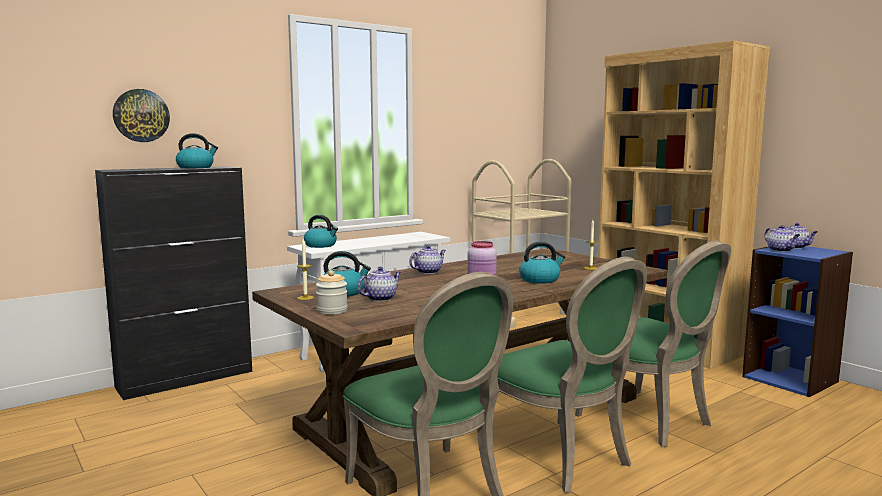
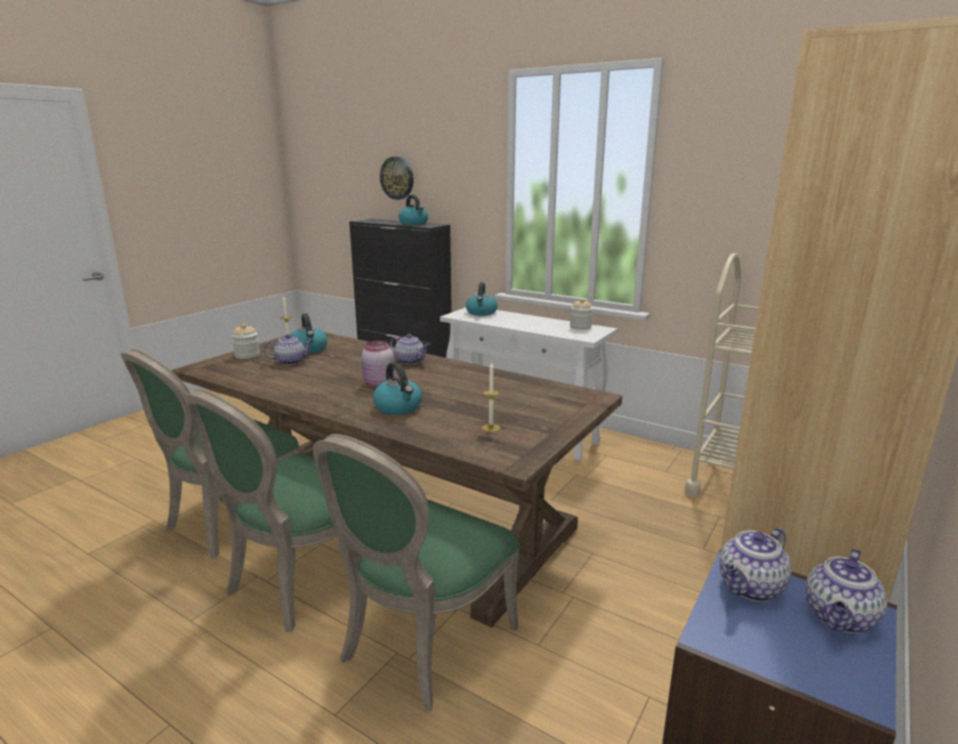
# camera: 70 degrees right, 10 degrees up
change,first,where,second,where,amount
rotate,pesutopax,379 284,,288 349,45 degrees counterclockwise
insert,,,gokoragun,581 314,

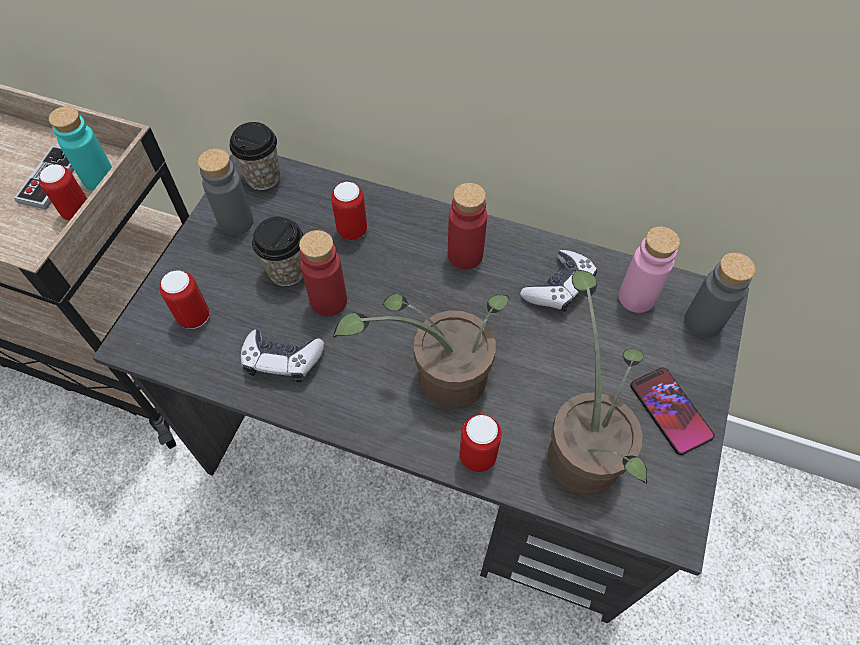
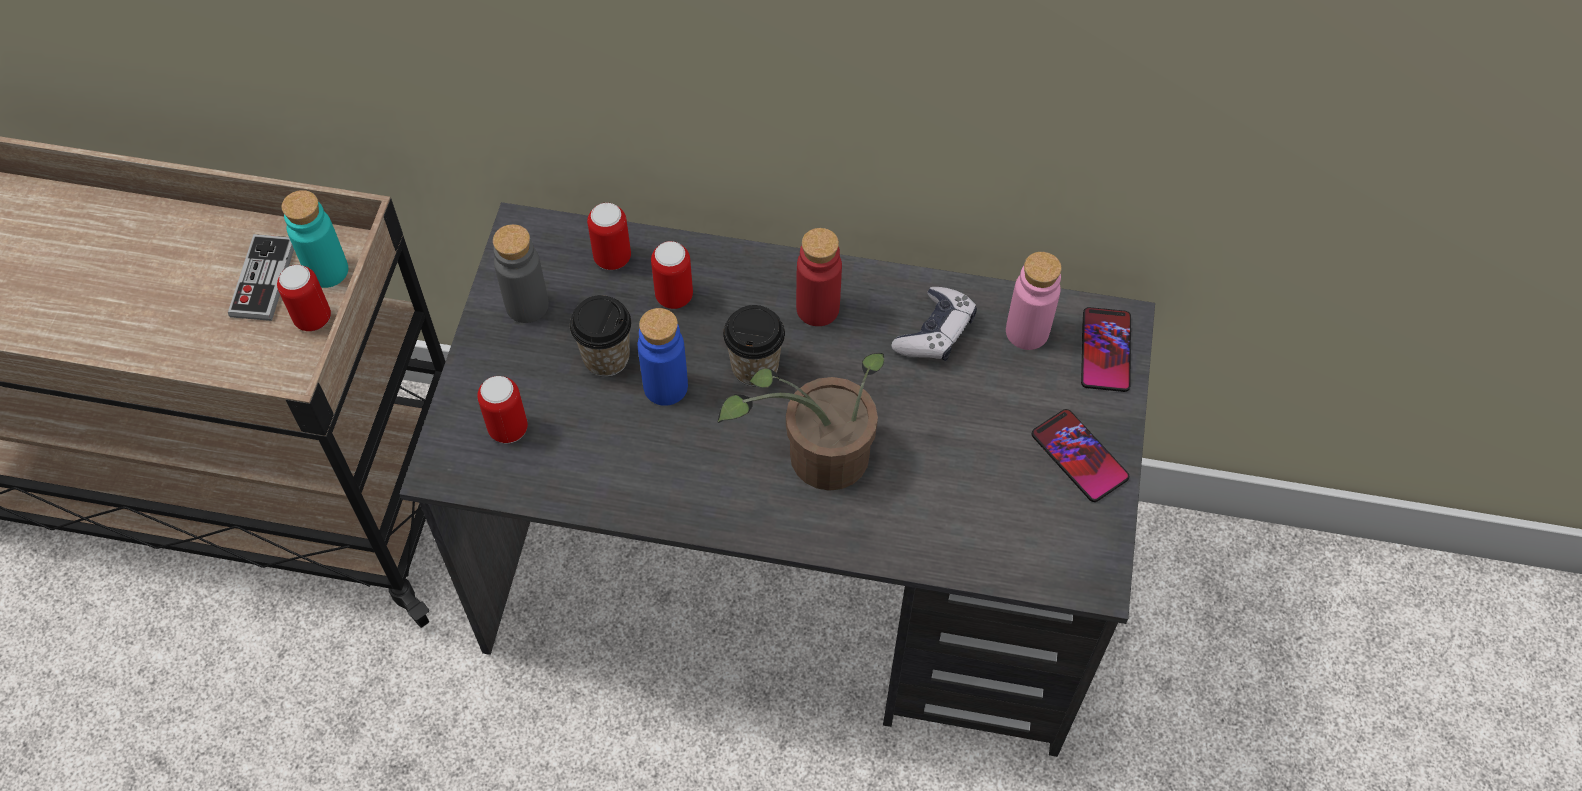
# camera: 10 degrees left, 0 degrees up
change,first,where,second,where,amount
move,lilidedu,254 156,,754 345,
delete,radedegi,282 356,,,
recolor,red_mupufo,323 273,blue_mupufo,662 357,
move,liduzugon,480 443,,609 236,
delete,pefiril,597 382,,,
replace,grey_mupufo,720 295,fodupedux,1106 349,

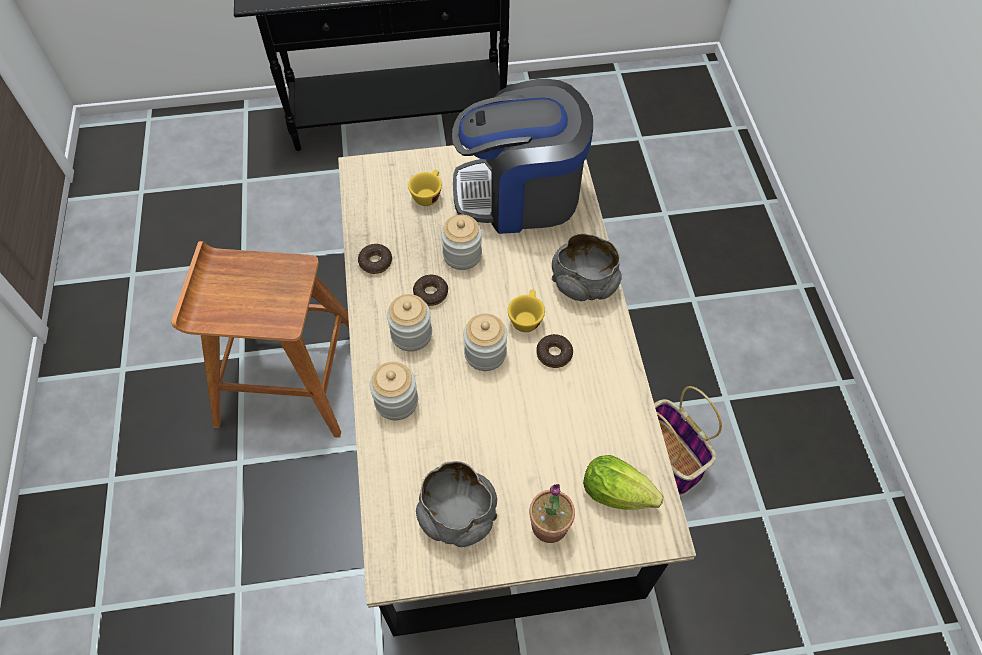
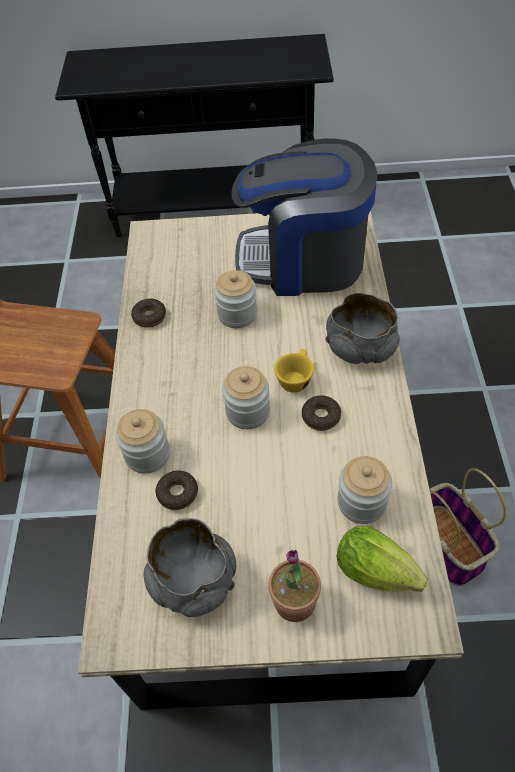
# camera: 10 degrees right, 5 degrees down
change,first,where,second,where,amount
move,gokoragun,409 322,,364 490,
delete,yellow_lilidedu,425 188,,,
move,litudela,430 290,,177 490,

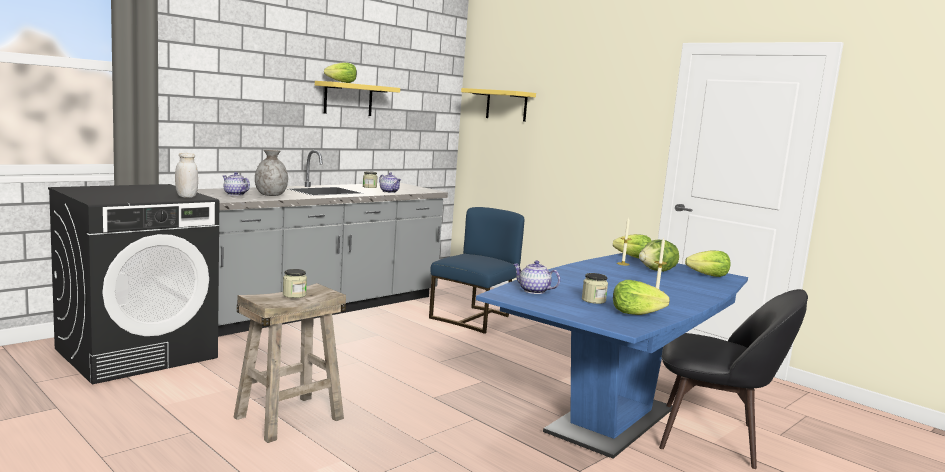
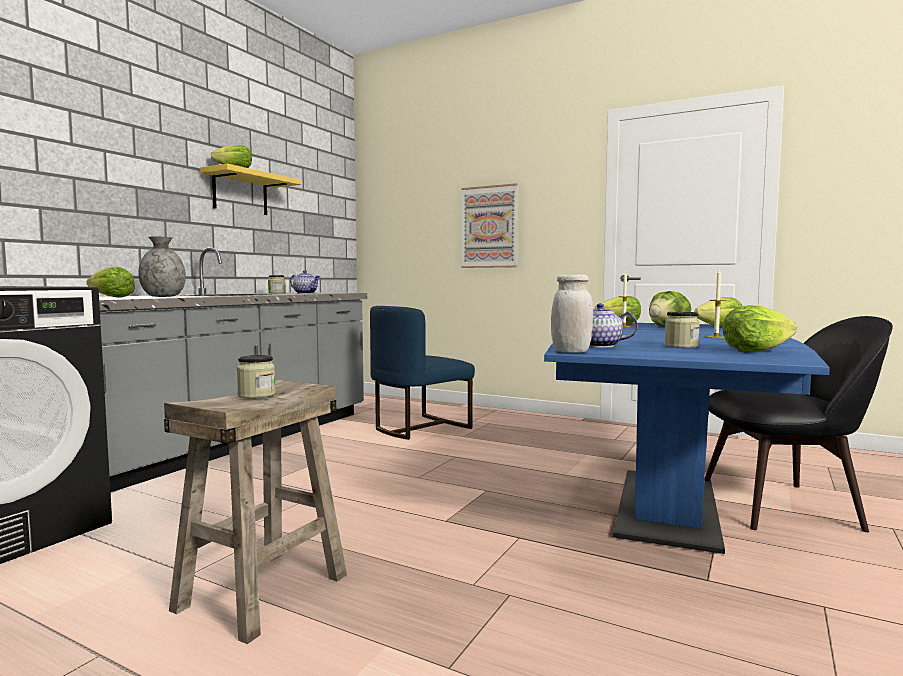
# camera: 15 degrees left, 5 degrees down
change,first,where,second,where,amount
move,white_gokoragun,186 175,,572 313,
replace,pesutopax,236 184,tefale,111 282,
rotate,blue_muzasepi,477 270,,422 373,150 degrees counterclockwise
delete,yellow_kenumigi,498 105,,,
insert,,,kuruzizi,489 225,

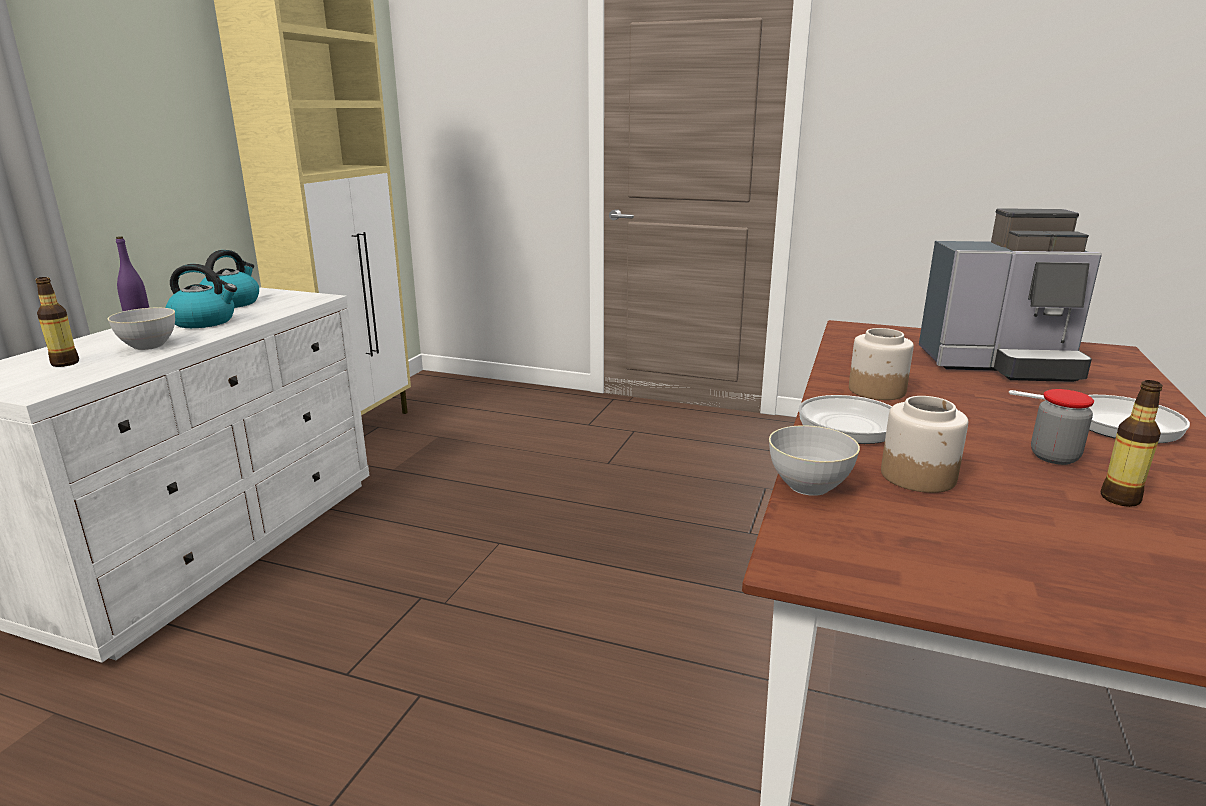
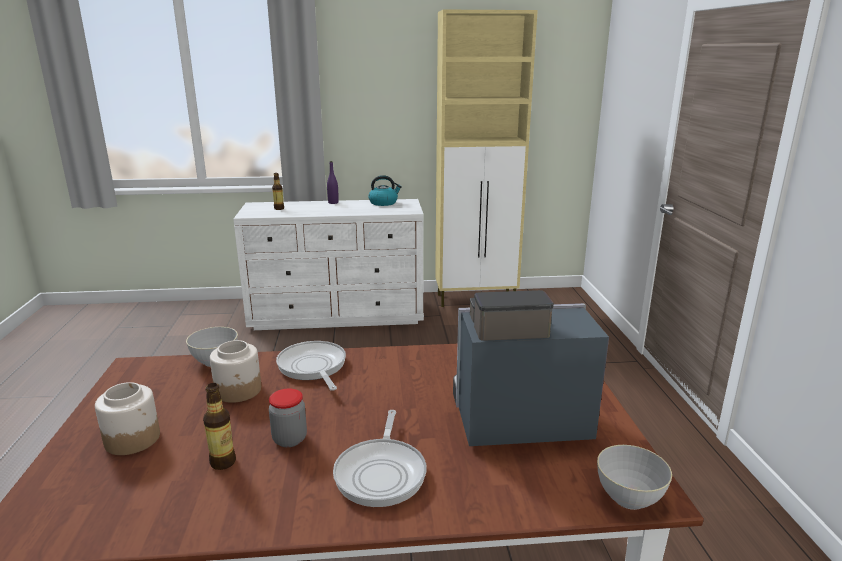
# camera: 65 degrees right, 0 degrees up
change,first,where,second,where,amount
move,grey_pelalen,141 329,,634 477,
delete,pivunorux,201 296,,,
move,gokoragun,881 364,,127 418,
rotate,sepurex,1010 295,,531 368,105 degrees clockwise

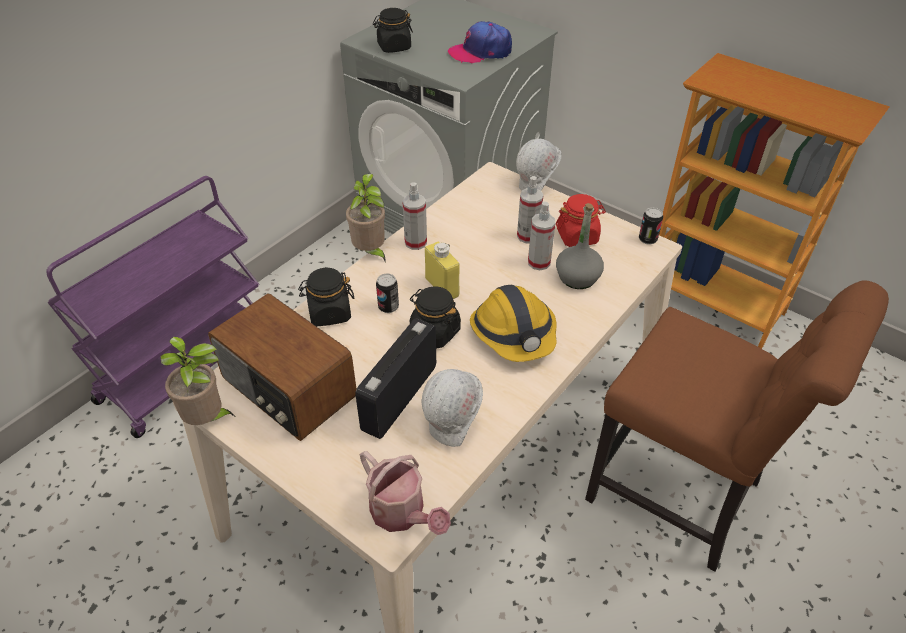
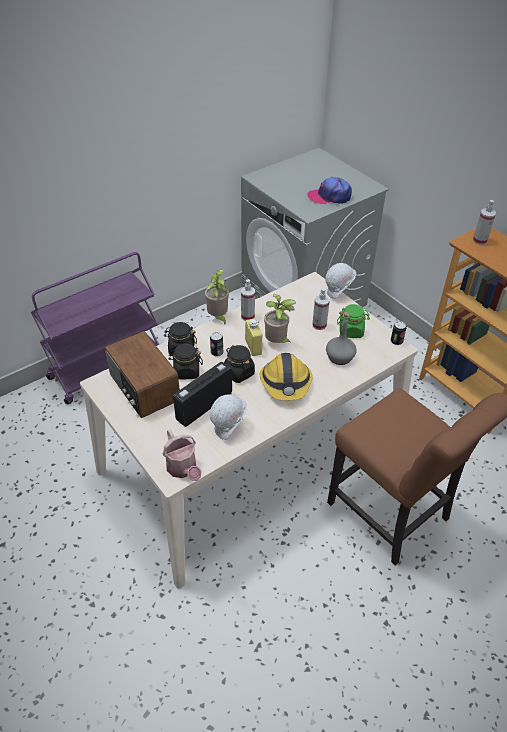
# camera: 15 degrees right, 0 degrees up
change,first,where,second,where,amount
move,pefiril,197 380,,280 318,
move,black_gokoragun,393 30,,186 361,
move,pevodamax,542 235,,484 222,
recolor,red_gokoragun,581 220,green_gokoragun,353 321,

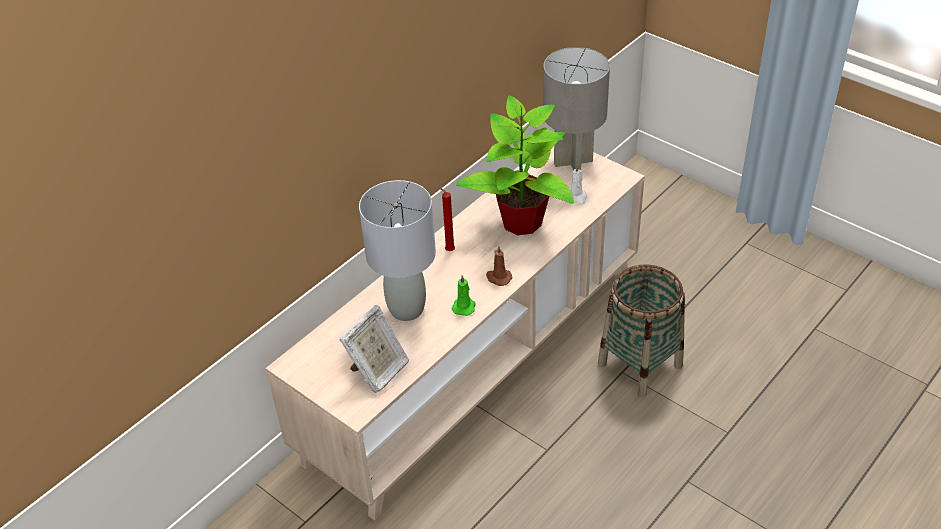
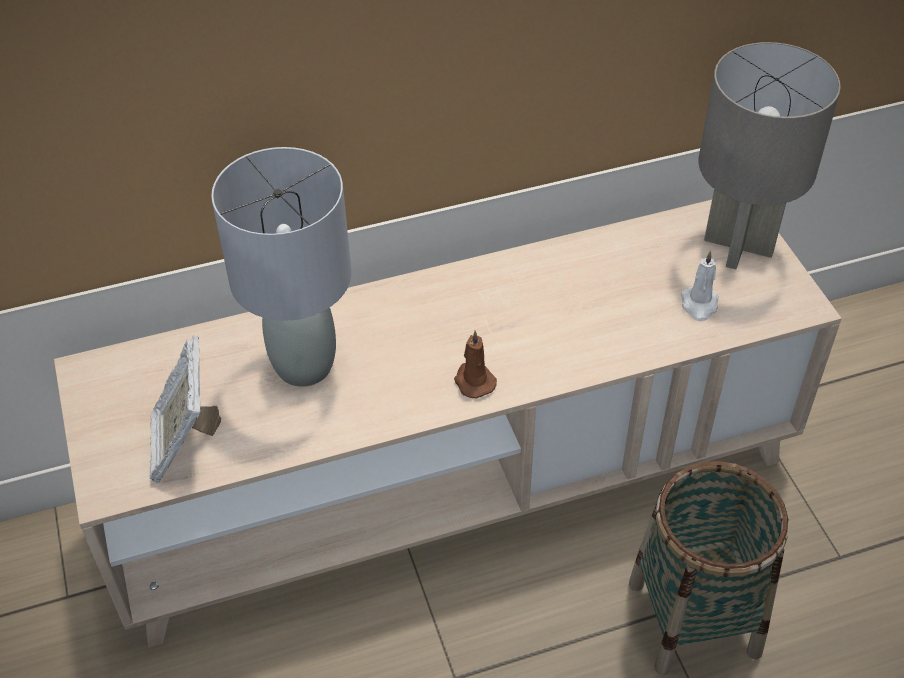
# camera: 30 degrees right, 5 degrees up
change,first,where,second,where,amount
rotate,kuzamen,374 349,,185 409,105 degrees clockwise
delete,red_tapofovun,446 218,,,
delete,green_tapofovun,464 295,,,
delete,pefiril,515 165,,,

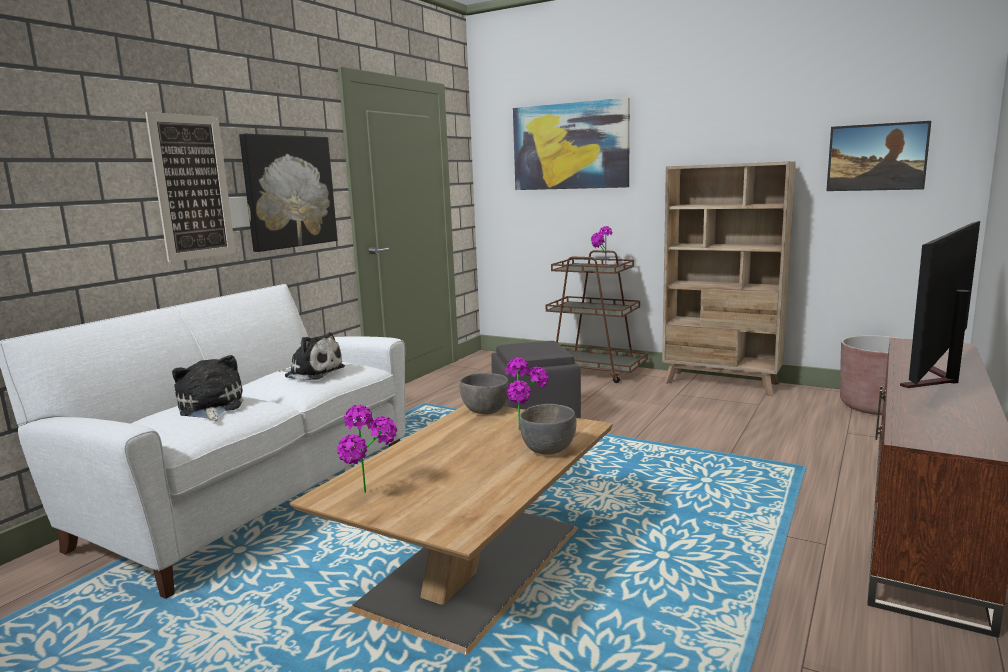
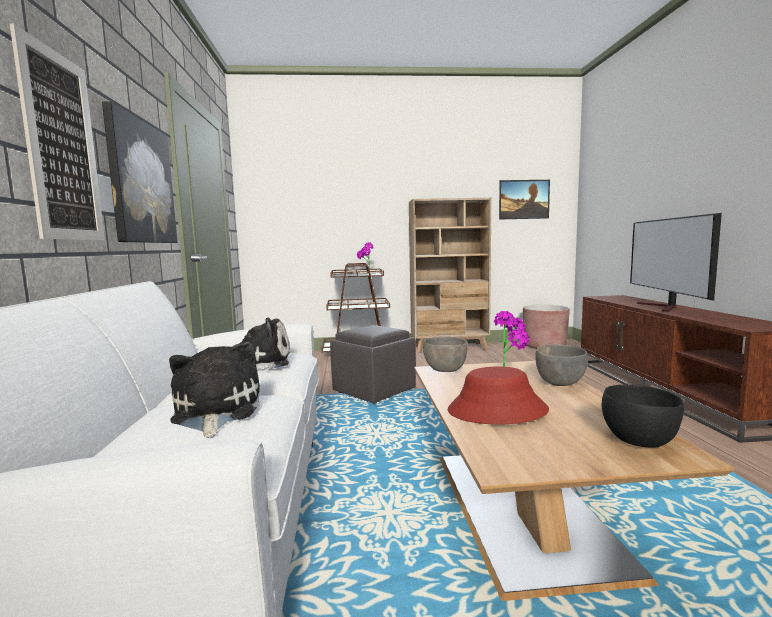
# camera: 35 degrees left, 5 degrees down
change,first,where,second,where,amount
rotate,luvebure,207 388,,214 390,45 degrees clockwise
delete,pefiril,367 449,,,
delete,kuruzizi,571 144,,,
insert,,,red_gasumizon,498 395,
insert,,,black_pelalen,643 416,

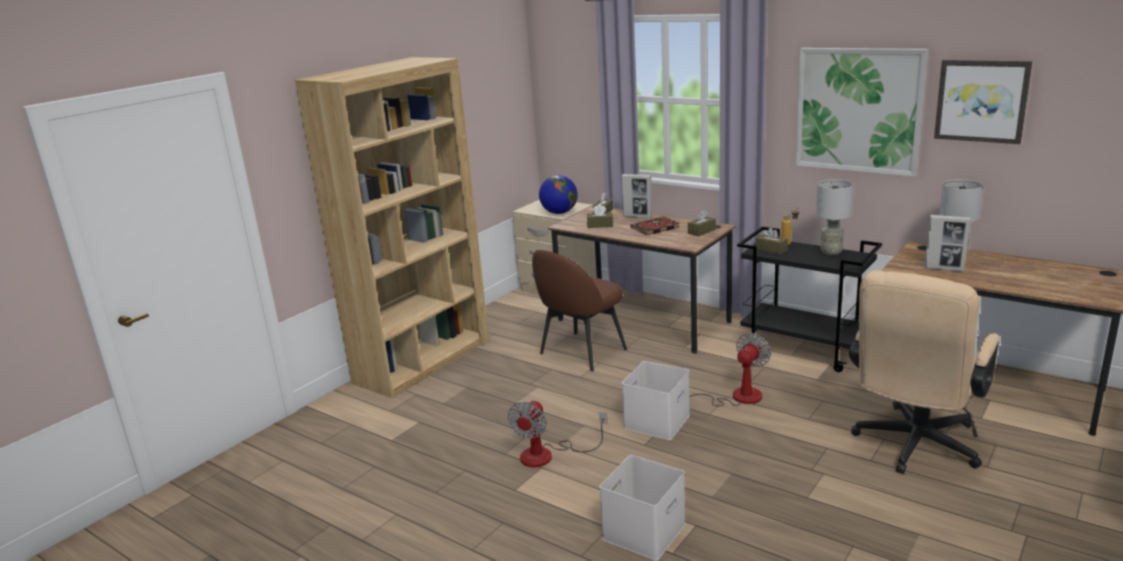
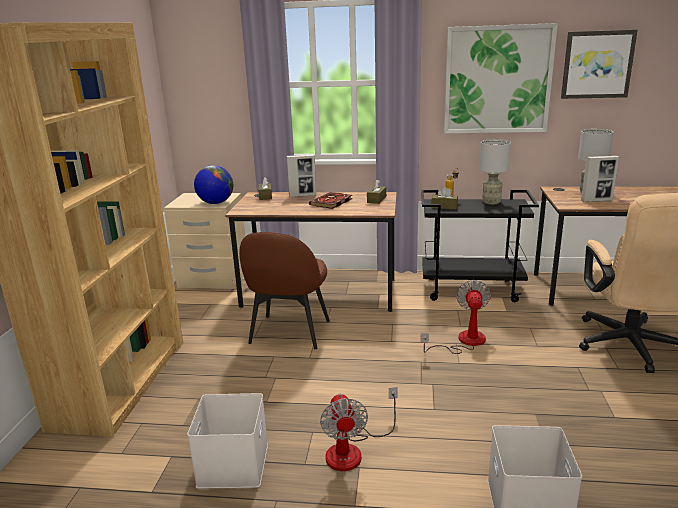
# camera: 30 degrees left, 0 degrees up
change,first,where,second,where,amount
delete,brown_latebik,600 216,,,
move,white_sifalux,656 400,,227 441,

